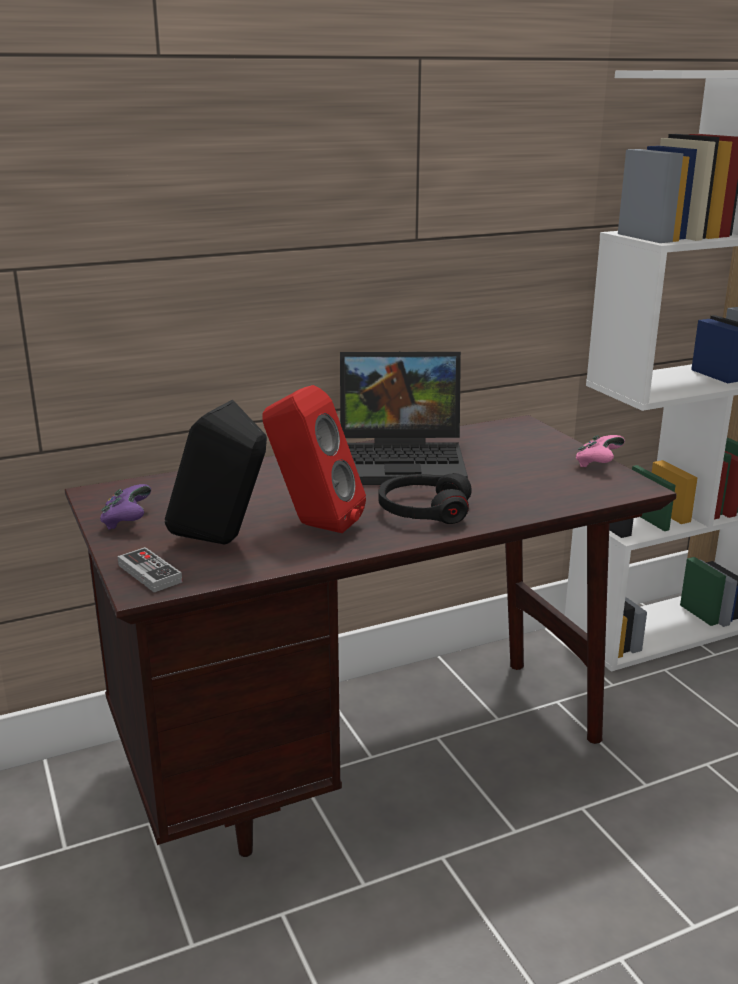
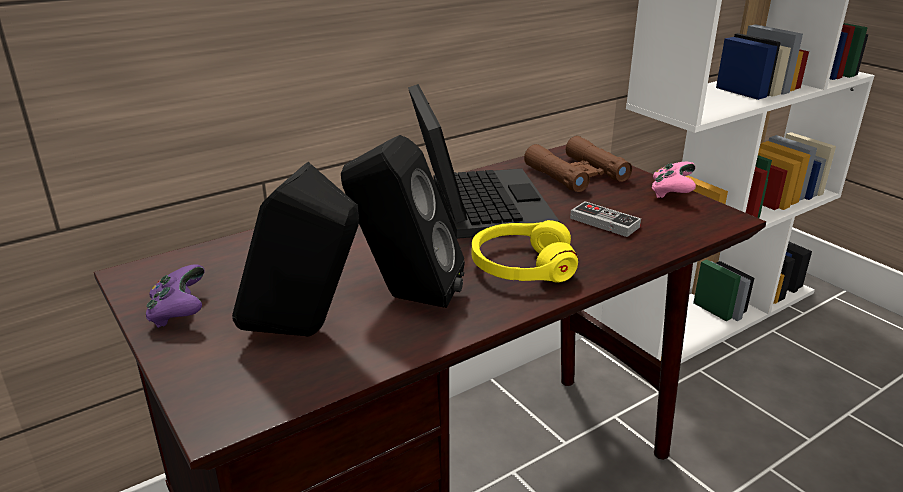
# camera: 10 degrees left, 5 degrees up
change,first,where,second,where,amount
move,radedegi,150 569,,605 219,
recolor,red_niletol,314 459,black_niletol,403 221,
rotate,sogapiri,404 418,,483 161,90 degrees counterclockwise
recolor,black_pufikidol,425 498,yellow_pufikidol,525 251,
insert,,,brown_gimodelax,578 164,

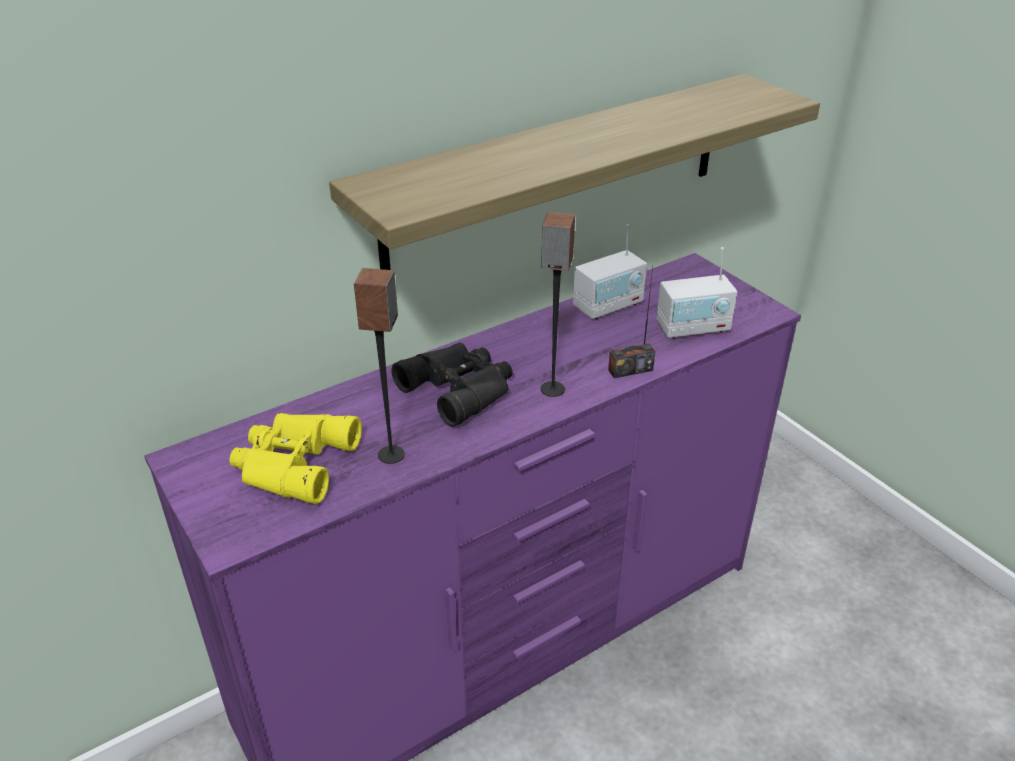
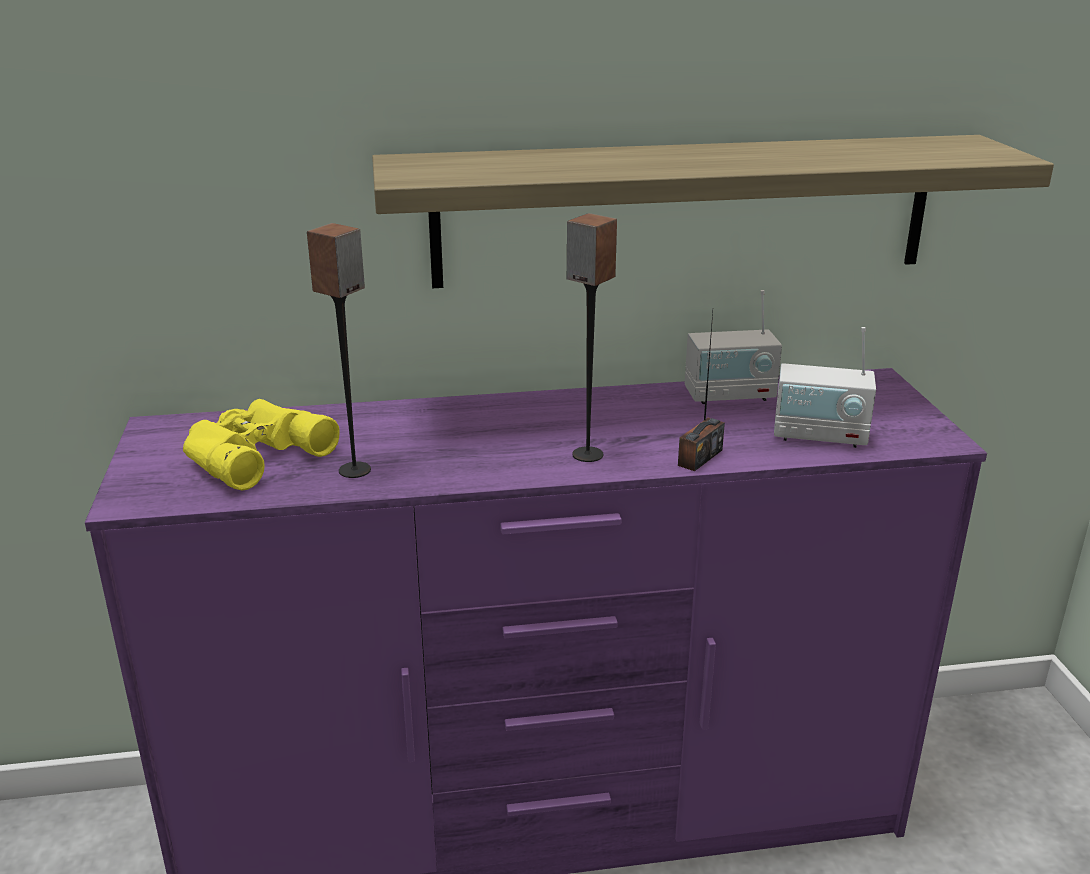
# camera: 25 degrees right, 10 degrees down
change,first,where,second,where,amount
delete,black_gimodelax,452 384,,,
rotate,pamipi,631 322,,701 391,60 degrees counterclockwise

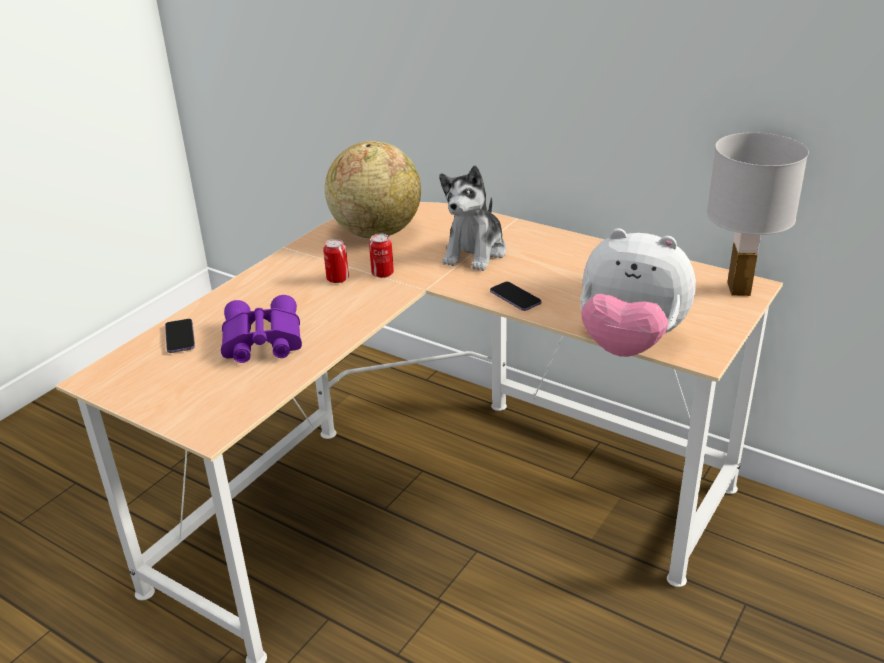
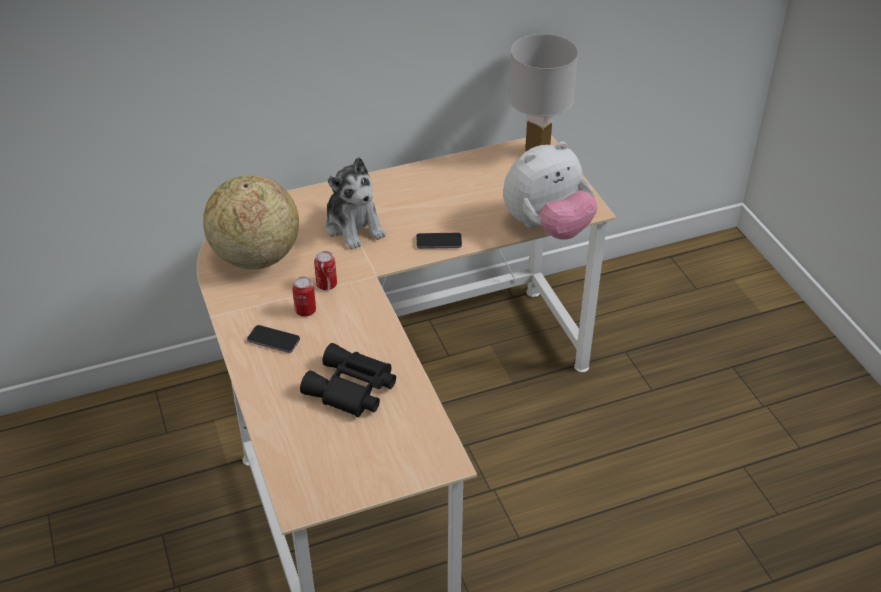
# camera: 55 degrees left, 10 degrees up
change,first,where,second,where,amount
move,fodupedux,180 336,,273 339,
recolor,purple_gimodelax,261 329,black_gimodelax,348 380,

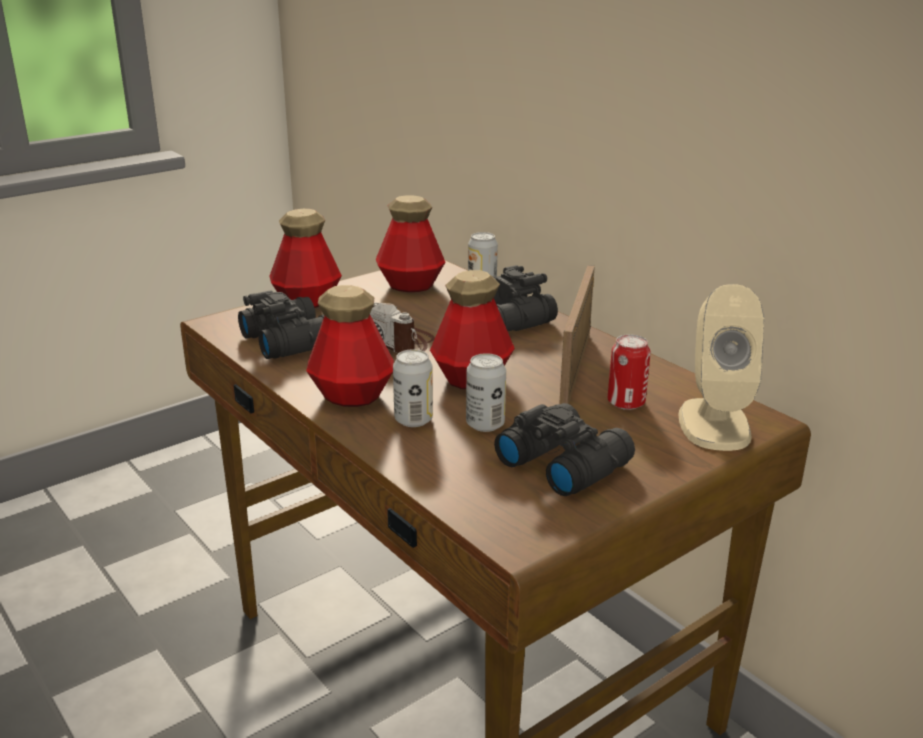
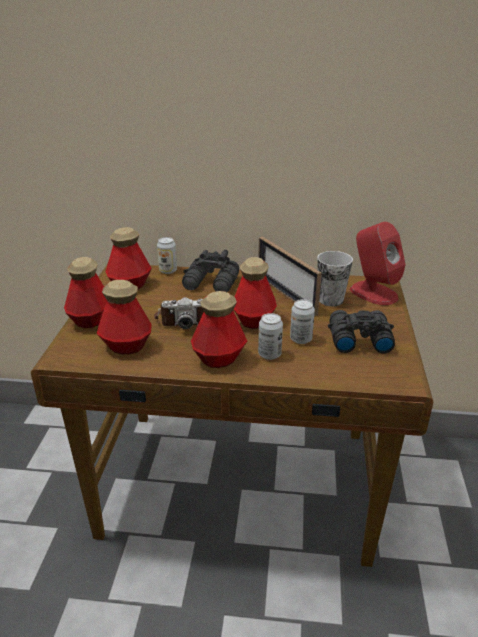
# camera: 45 degrees left, 5 degrees up
change,first,where,second,where,amount
replace,black_gimodelax,281 325,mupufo,124 317,
replace,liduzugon,629 372,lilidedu,335 278,
recolor,beige_niletol,721 367,red_niletol,378 263,

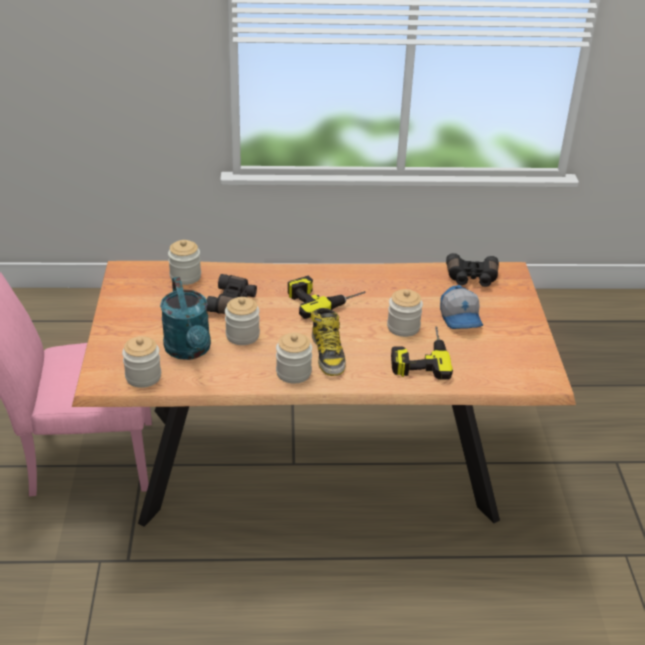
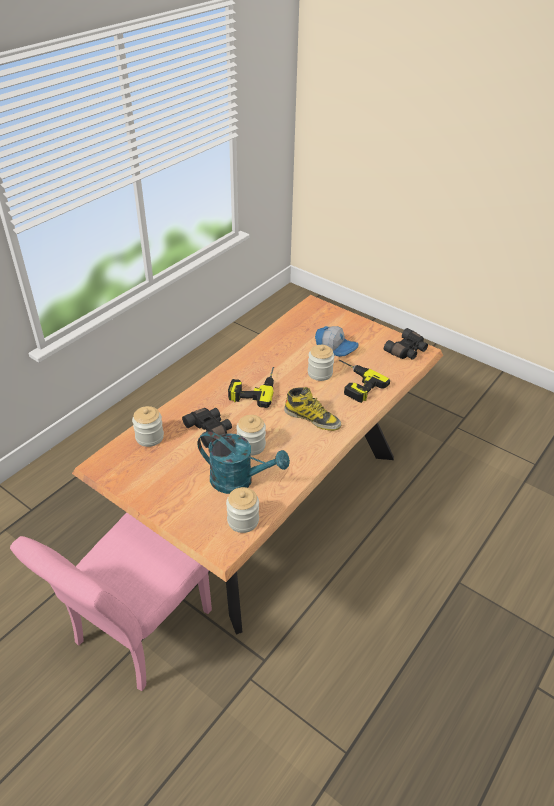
# camera: 50 degrees left, 5 degrees up
change,first,where,second,where,amount
delete,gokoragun,294 358,,,
move,black_gimodelax,472 270,,406 344,

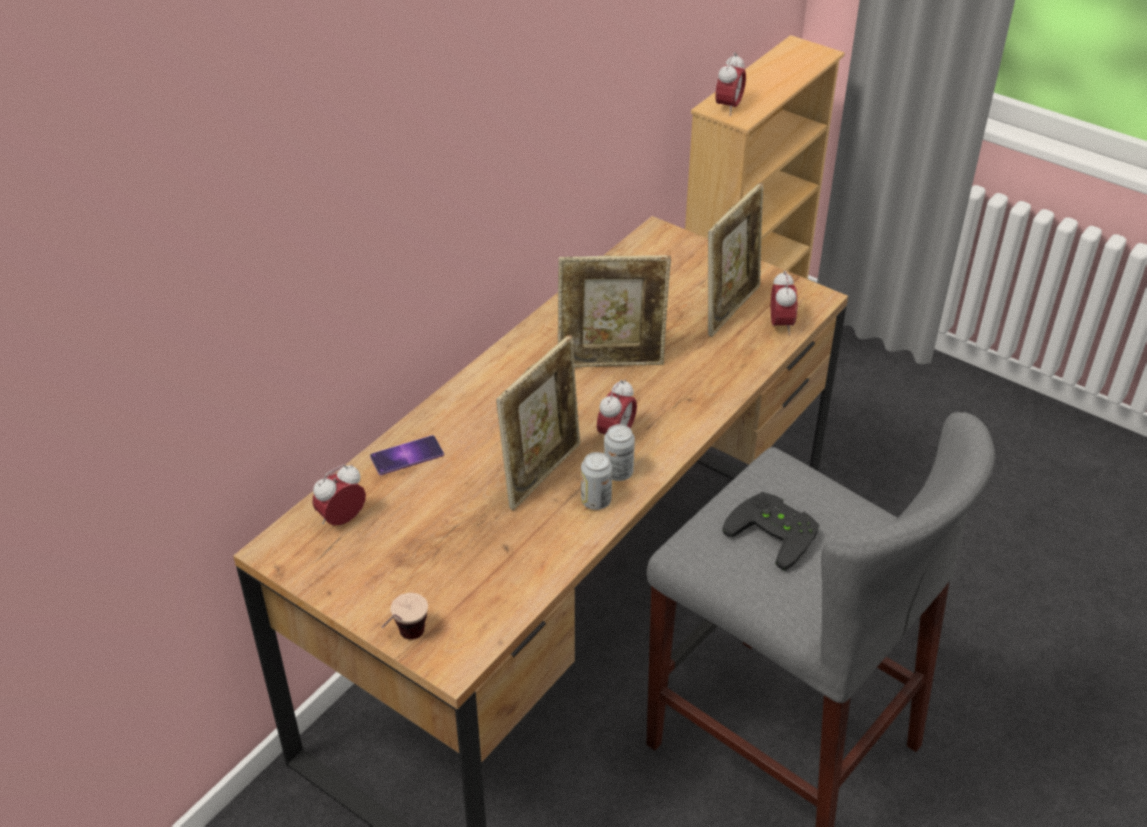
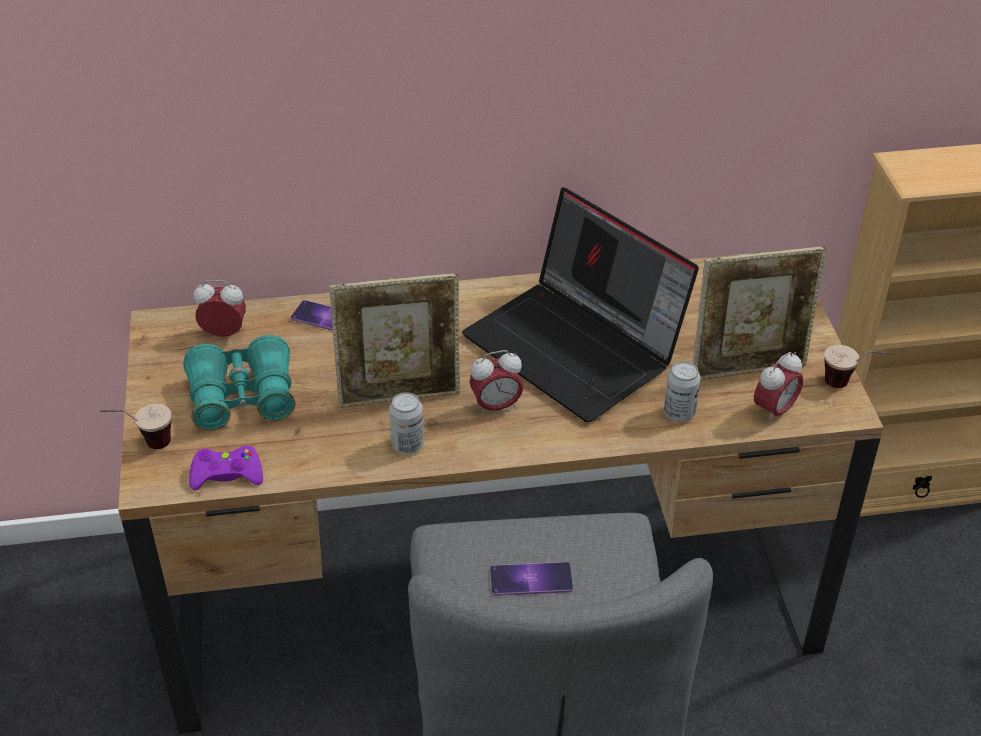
# camera: 45 degrees right, 0 degrees up
change,first,where,second,where,amount
replace,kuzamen,614 311,sogapiri,580 304,
move,liduzugon,619 452,,682 392,
delete,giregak,730 84,,,
replace,black_radedegi,770 531,fodupedux,531 579,
insert,,,turquoise_gimodelax,239 382,
insert,,,purple_radedegi,226 468,
insert,,,lilidedu,857 366,

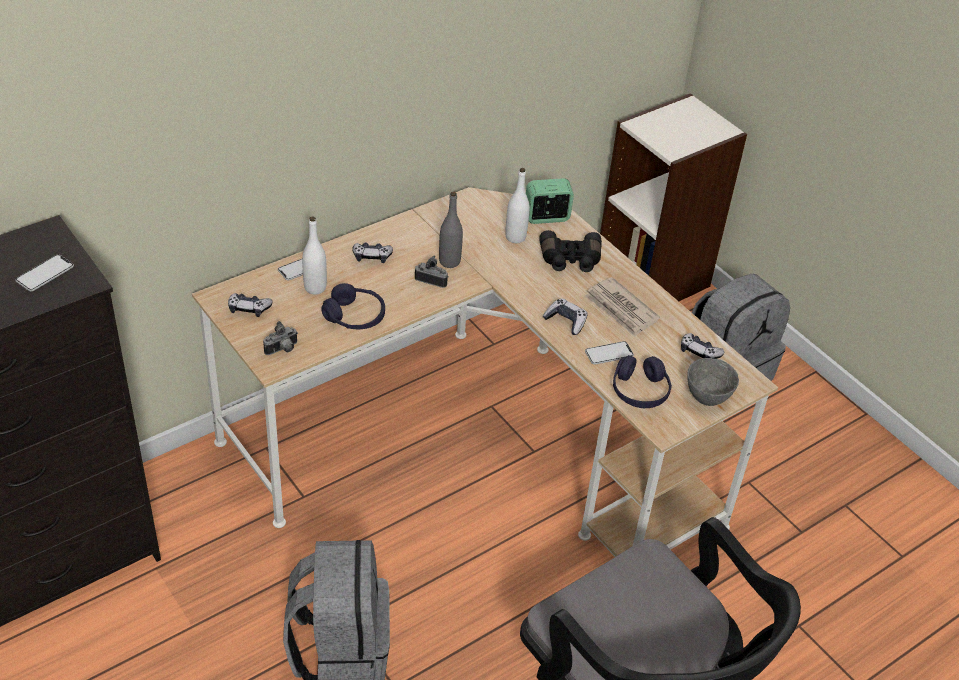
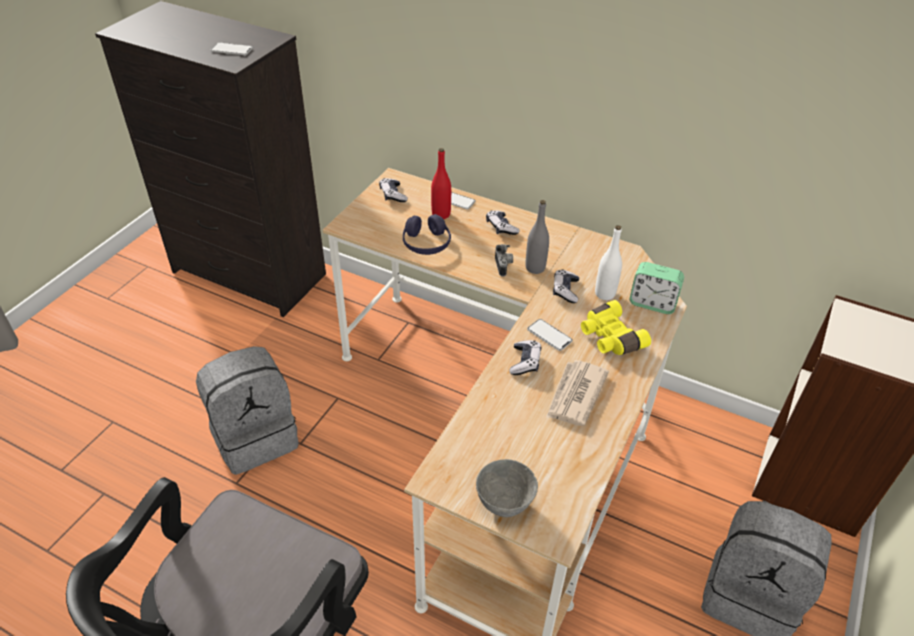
# camera: 65 degrees right, 0 degrees up
change,first,where,second,where,amount
delete,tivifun,280 338,,,
recolor,white_mupufo,314 256,red_mupufo,441 183,
rotate,giregak,550 201,,657 288,150 degrees clockwise
recolor,black_gimodelax,570 251,yellow_gimodelax,616 327,
move,fodupedux,609 353,,550 335,
delete,purple_pufikidol,642 381,,,
move,radedegi,703 346,,566 286,

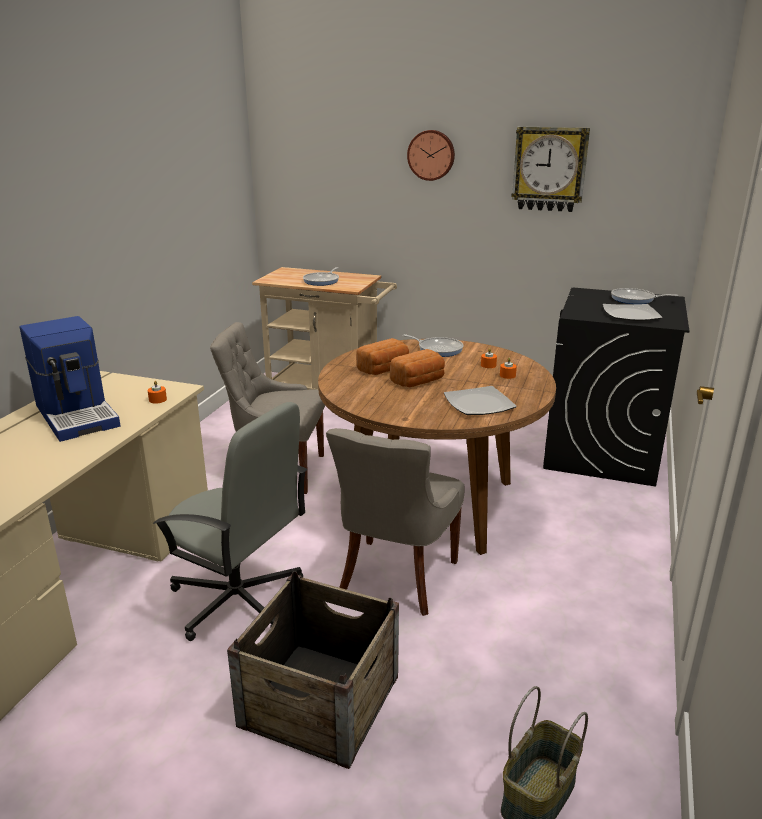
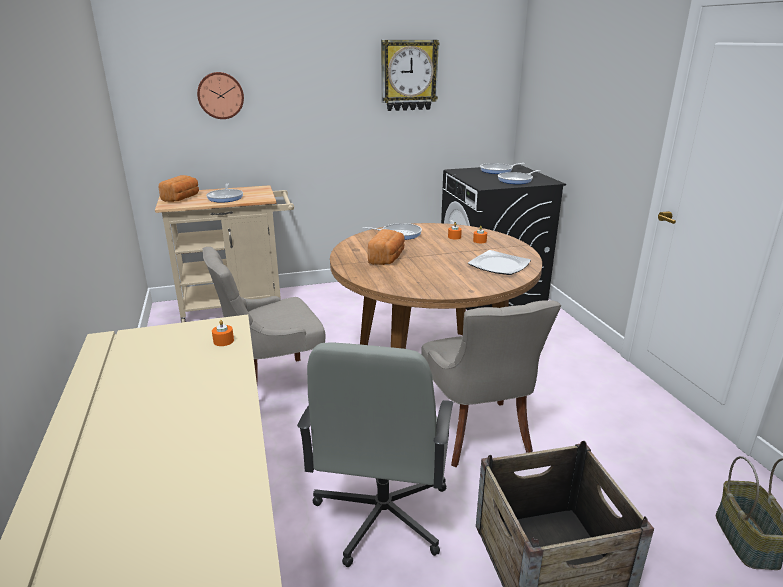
# camera: 35 degrees left, 0 degrees up
change,first,where,second,where,amount
delete,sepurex,70 379,,,
rotate,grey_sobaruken,230 521,,375 454,105 degrees clockwise
move,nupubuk,417 368,,179 188,
move,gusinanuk,431 155,,220 95,
replace,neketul,633 312,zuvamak,519 177,

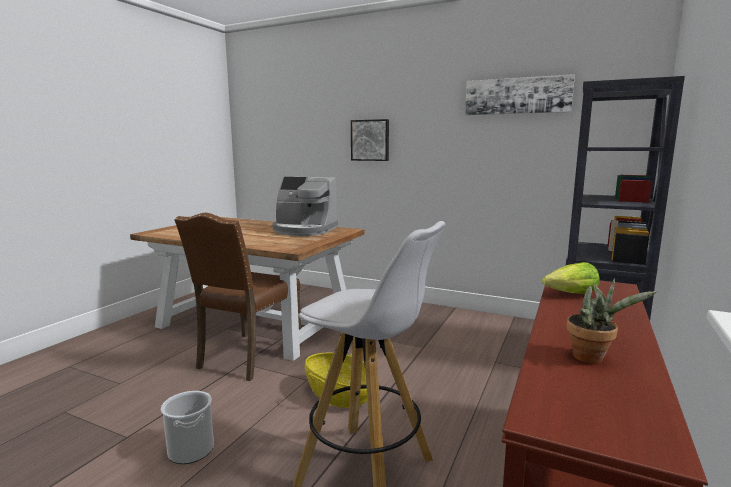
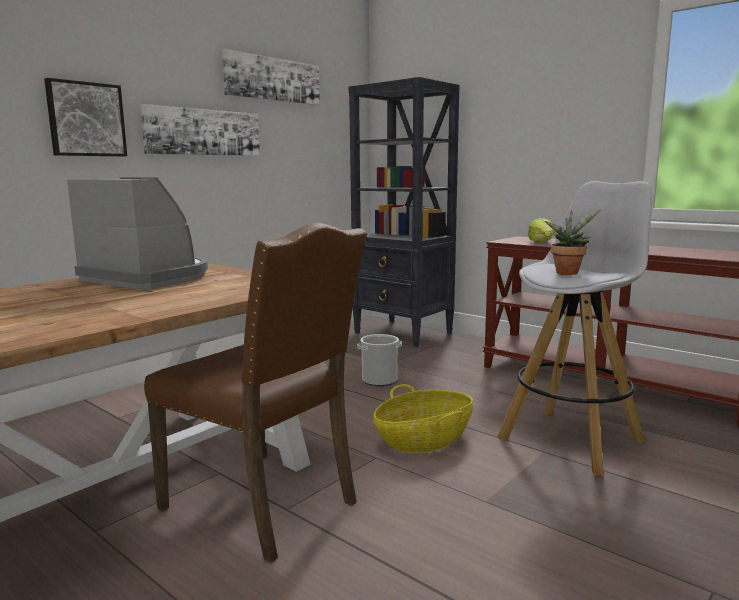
# camera: 75 degrees left, 0 degrees up
change,first,where,second,where,amount
move,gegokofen,187 427,,379 360,
rotate,sepurex,305 206,,137 233,90 degrees counterclockwise
move,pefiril,611 321,,573 242,
insert,,,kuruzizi,200 130,

